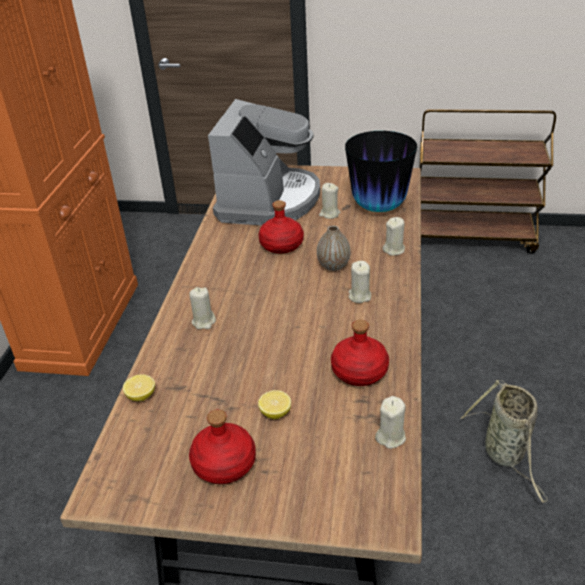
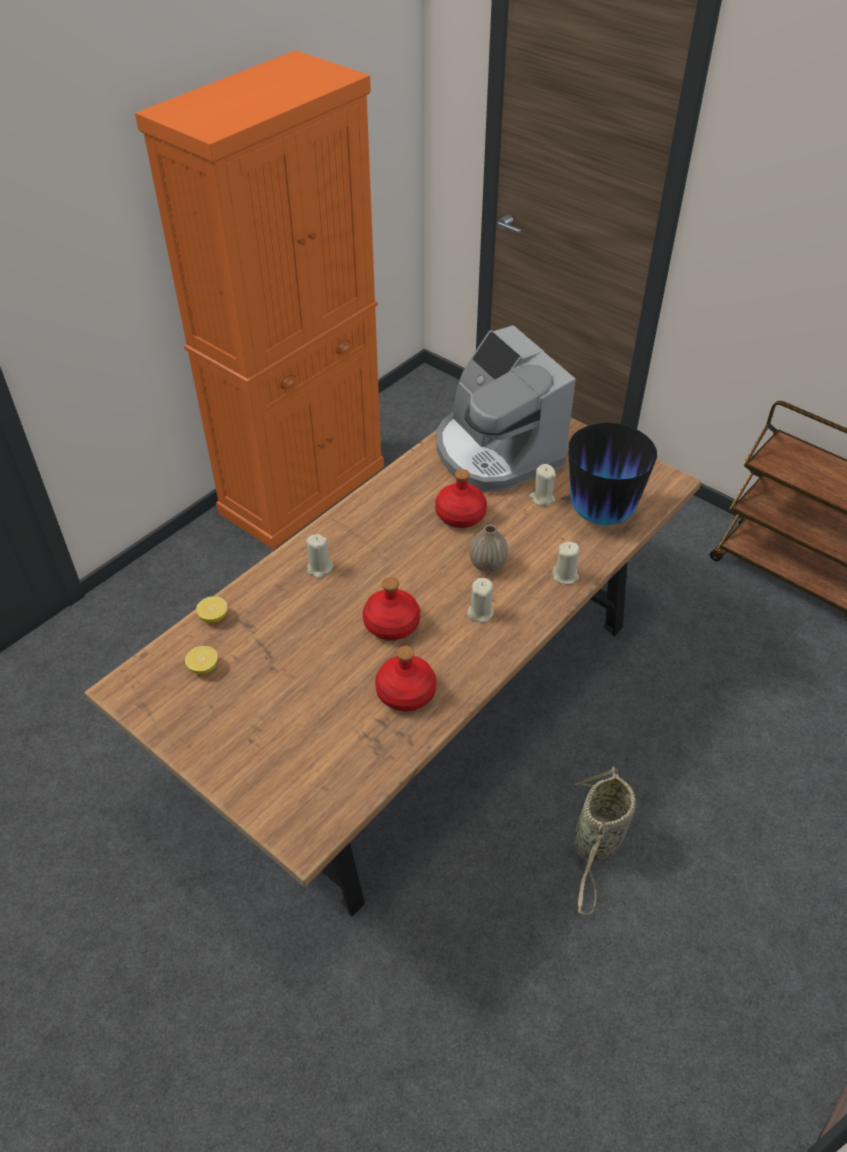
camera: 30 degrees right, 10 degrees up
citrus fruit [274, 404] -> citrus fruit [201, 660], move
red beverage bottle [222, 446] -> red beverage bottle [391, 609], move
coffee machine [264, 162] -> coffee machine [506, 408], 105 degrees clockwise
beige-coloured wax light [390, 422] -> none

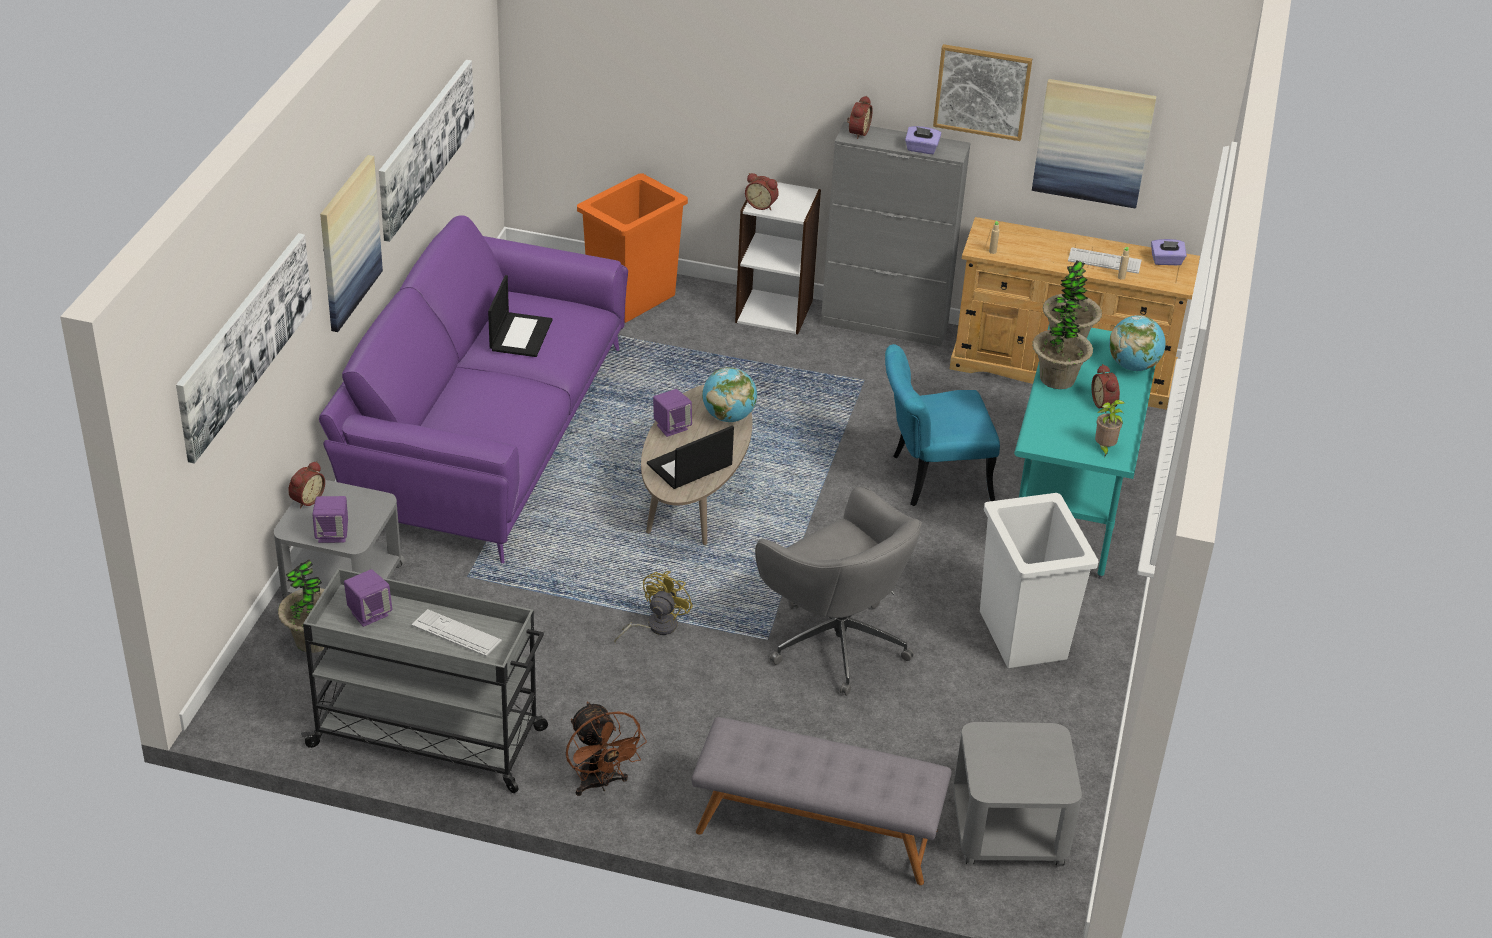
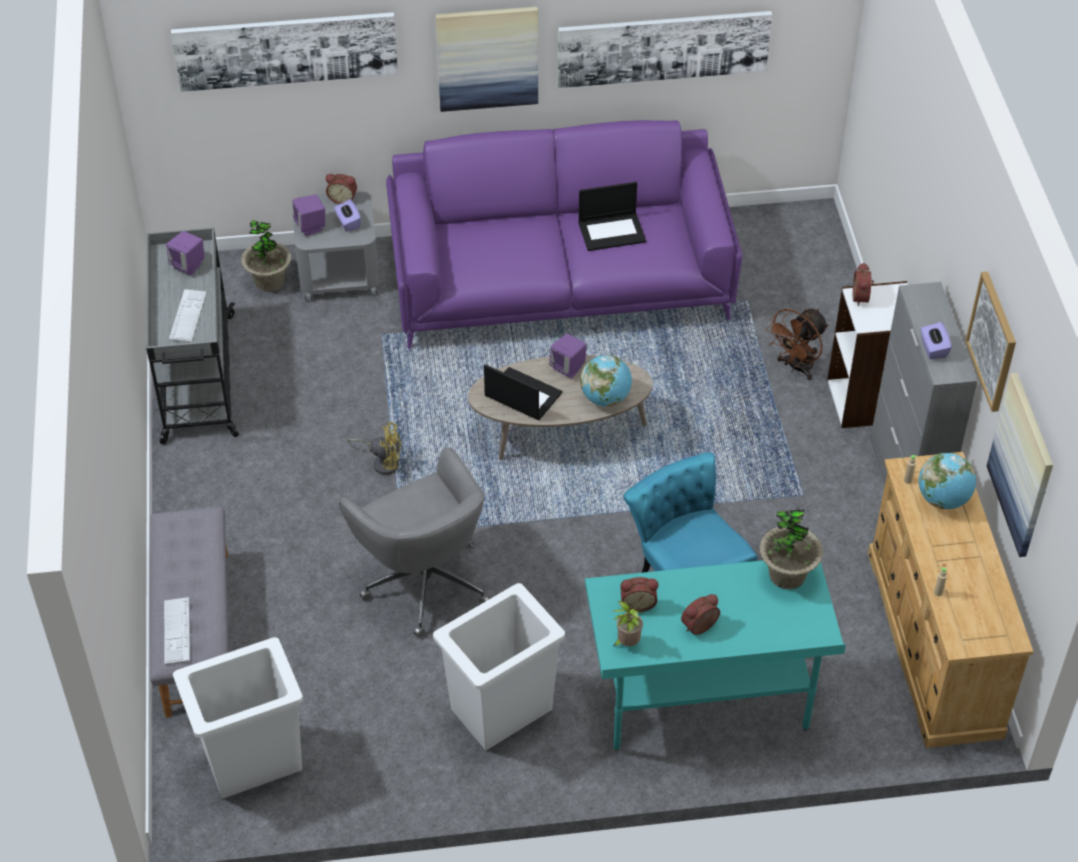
camera: 70 degrees right, 10 degrees up
computer keyboard [1105, 260] -> computer keyboard [177, 630], move
grey side table [1017, 793] -> whitish waste bin [238, 718]
purple-coloured box of tissues [1169, 252] -> purple-coloured box of tissues [347, 215], move
grey computer chair [838, 591] -> grey computer chair [414, 542], 60 degrees counterclockwise
table clock [860, 117] -> table clock [639, 594], move
brownish cooling fan [606, 749] -> brownish cooling fan [797, 344], move
world globe [1137, 343] -> world globe [947, 481], move
orange-coloured waste bin [632, 248] -> none
potted plant [1062, 343] -> none

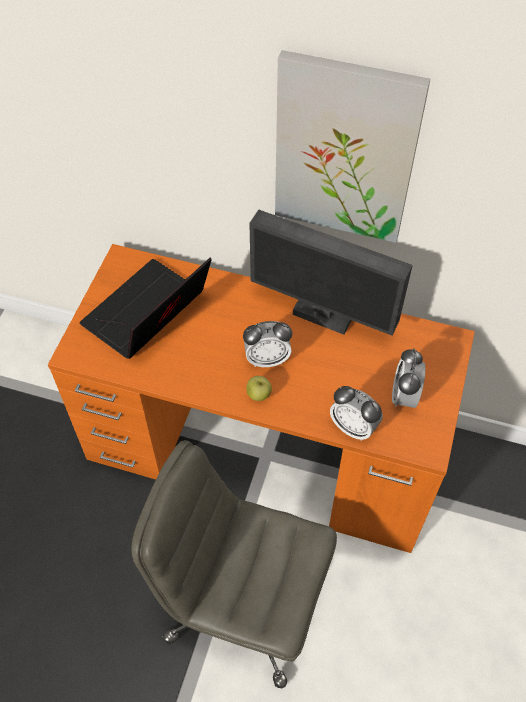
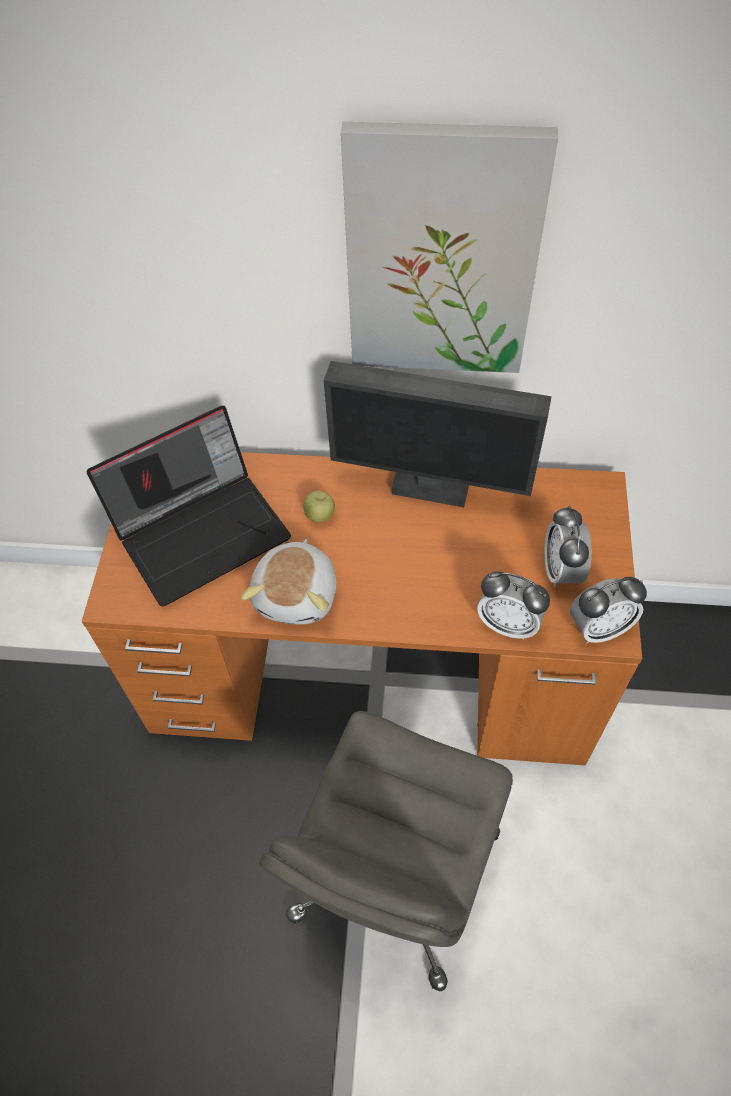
camera: 10 degrees left, 0 degrees up
portable computer [146, 308] -> portable computer [189, 506], 150 degrees counterclockwise
none -> soft toy [288, 582]
grey computer chair [234, 564] -> grey computer chair [386, 851], 75 degrees counterclockwise
apple fruit [259, 388] -> apple fruit [319, 506], move
table clock [267, 344] -> table clock [608, 610], move

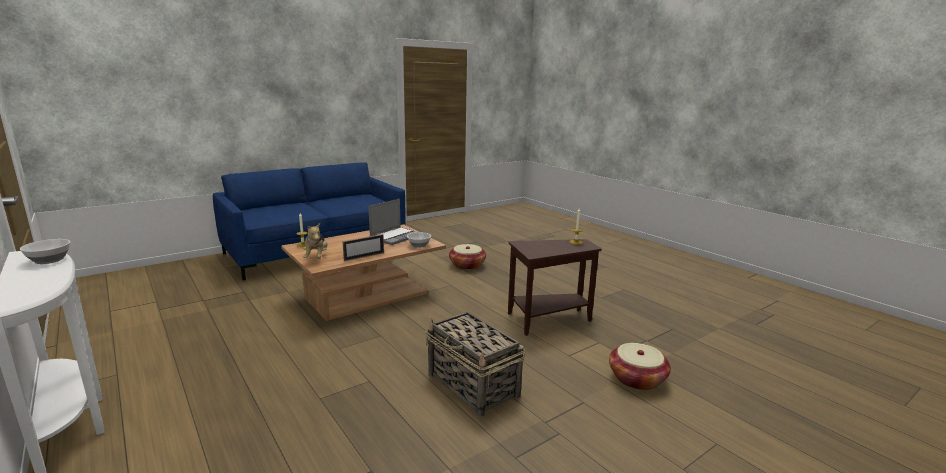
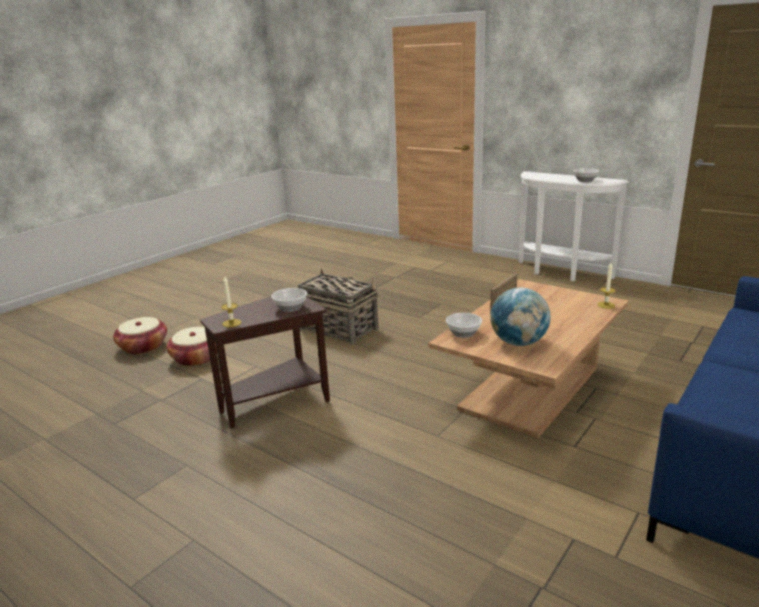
camera: 165 degrees right, 5 degrees up
storage basket [467, 257] -> storage basket [140, 336], move
none -> serving bowl [289, 300]
portable computer [392, 222] -> world globe [520, 317]
soft toy [315, 241] -> none

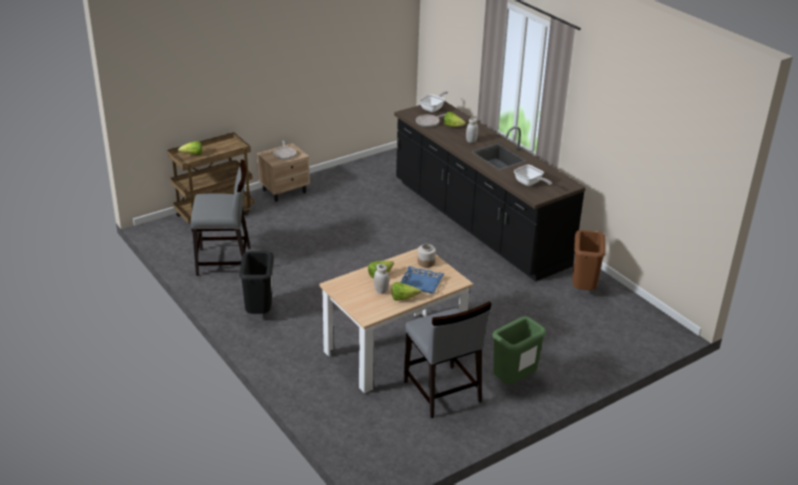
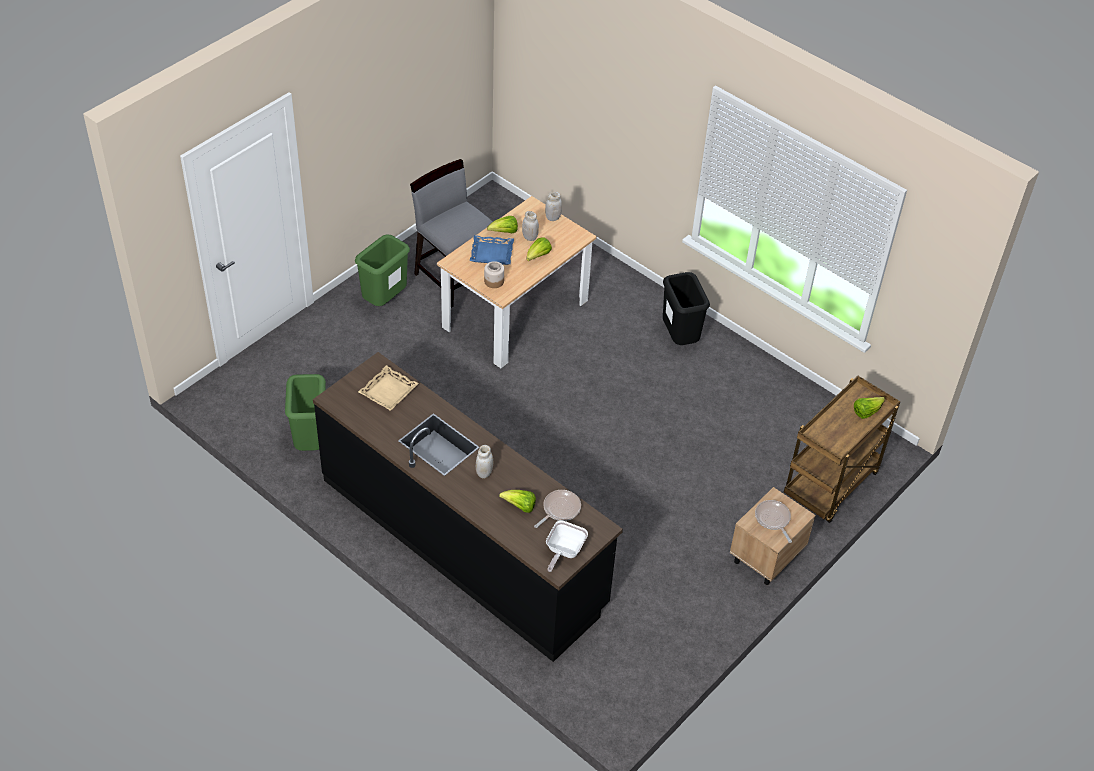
camera: 165 degrees right, 15 degrees up
brownish waste bin [589, 260] -> green-coloured waste bin [305, 412]
skillet [533, 175] -> beige-coloured carrying tray [388, 388]
none -> whitish preserve jar [553, 206]
grey upright chair [221, 218] -> none

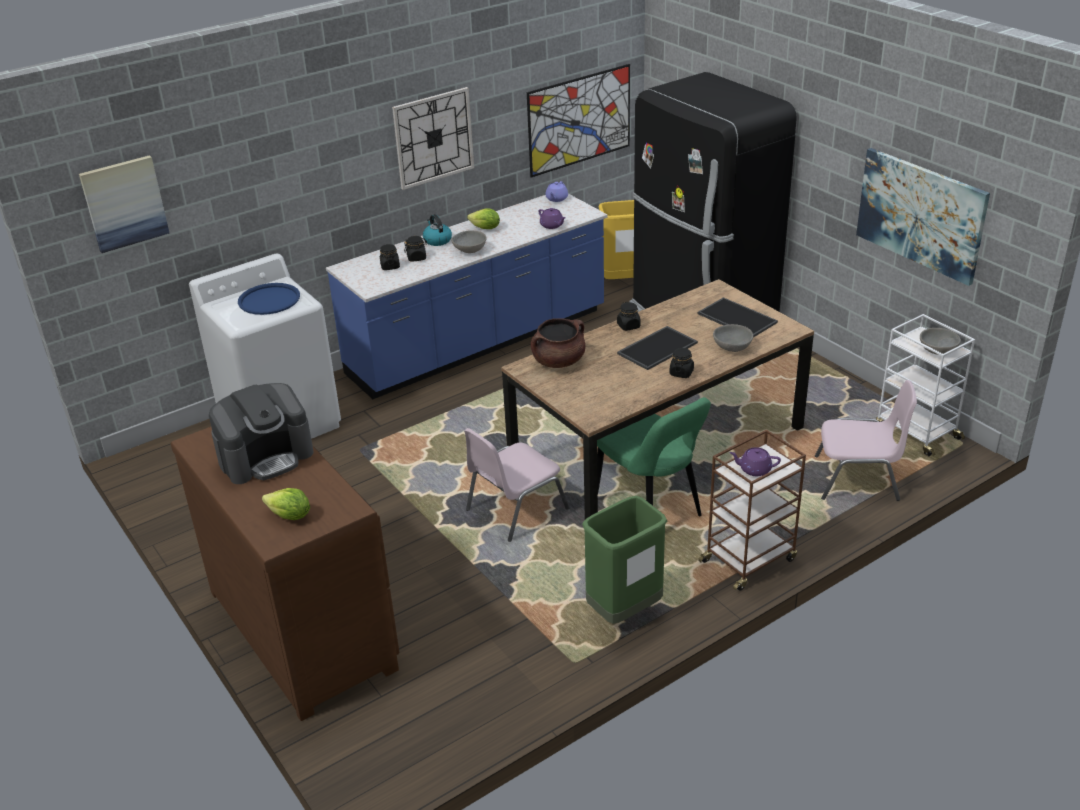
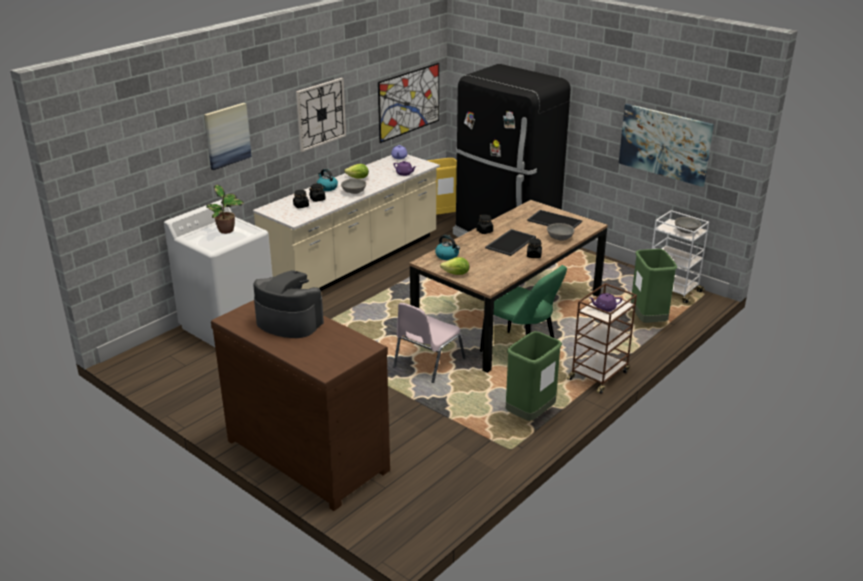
camera: 15 degrees left, 5 degrees down
wall art [124, 204] -> wall art [228, 136], move
blue carrying tray [269, 299] -> potted plant [225, 209]
blue counter [466, 296] -> beige-coloured counter [346, 222]
coffee machine [261, 433] -> coffee machine [288, 304], 105 degrees counterclockwise
brownish cooking pot [558, 343] -> water kettle [447, 247]
lettuce [286, 504] -> lettuce [454, 266], move
pinkish upright chair [866, 440] -> green-coloured waste bin [654, 286]

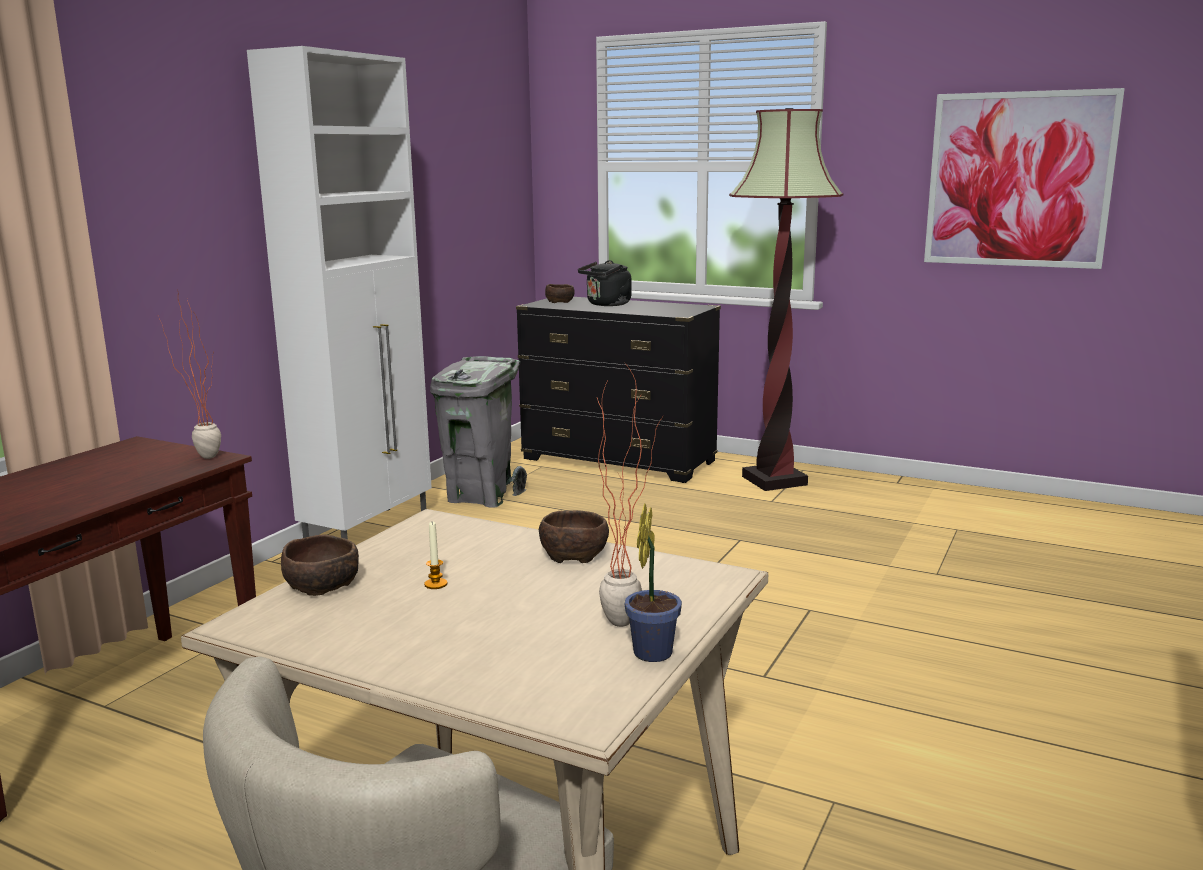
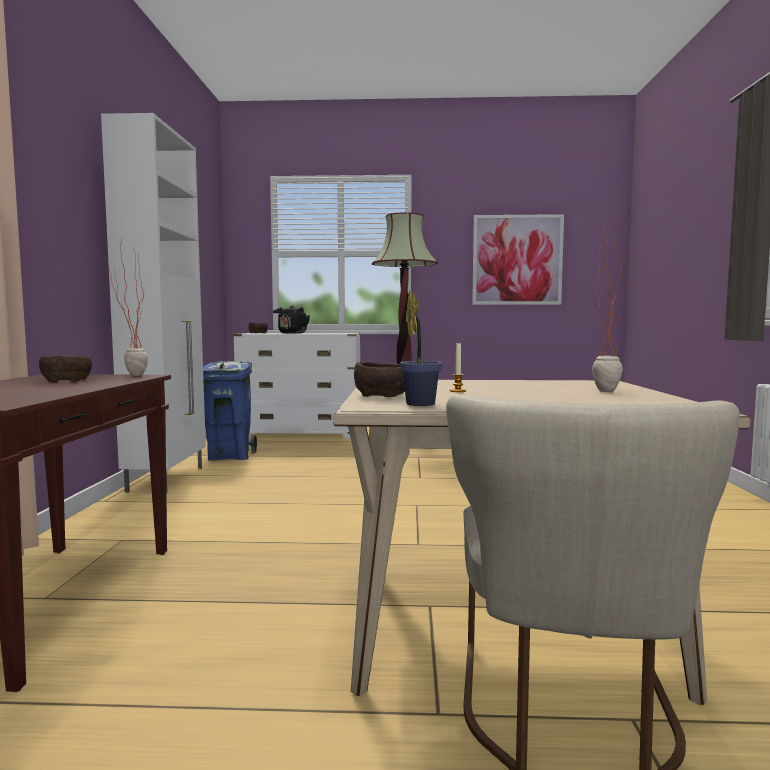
camera: 25 degrees left, 10 degrees down
brownish serving bowl [574, 536] -> brownish serving bowl [65, 369], move
grey waste bin [478, 432] -> blue waste bin [230, 411]
black-coloured dresser [618, 390] -> whitish dresser [297, 386]
potted plant [653, 582] -> potted plant [421, 348], move

